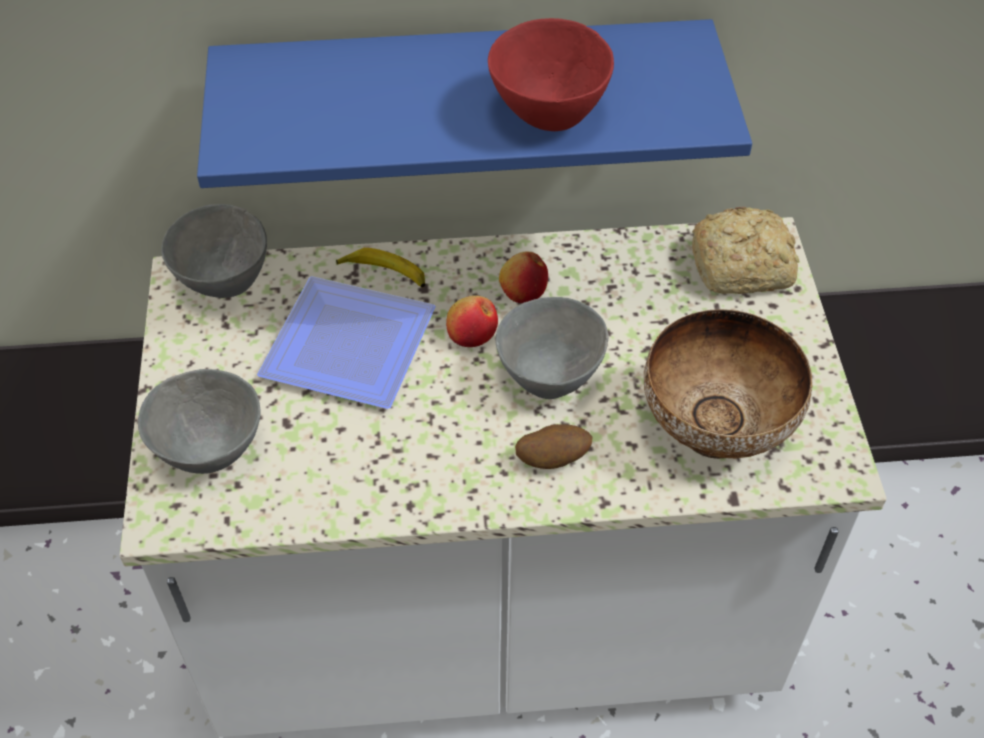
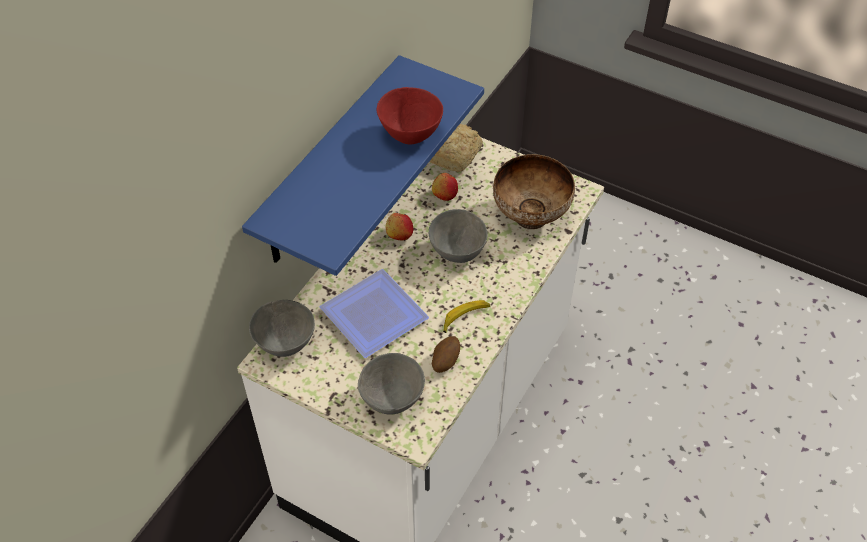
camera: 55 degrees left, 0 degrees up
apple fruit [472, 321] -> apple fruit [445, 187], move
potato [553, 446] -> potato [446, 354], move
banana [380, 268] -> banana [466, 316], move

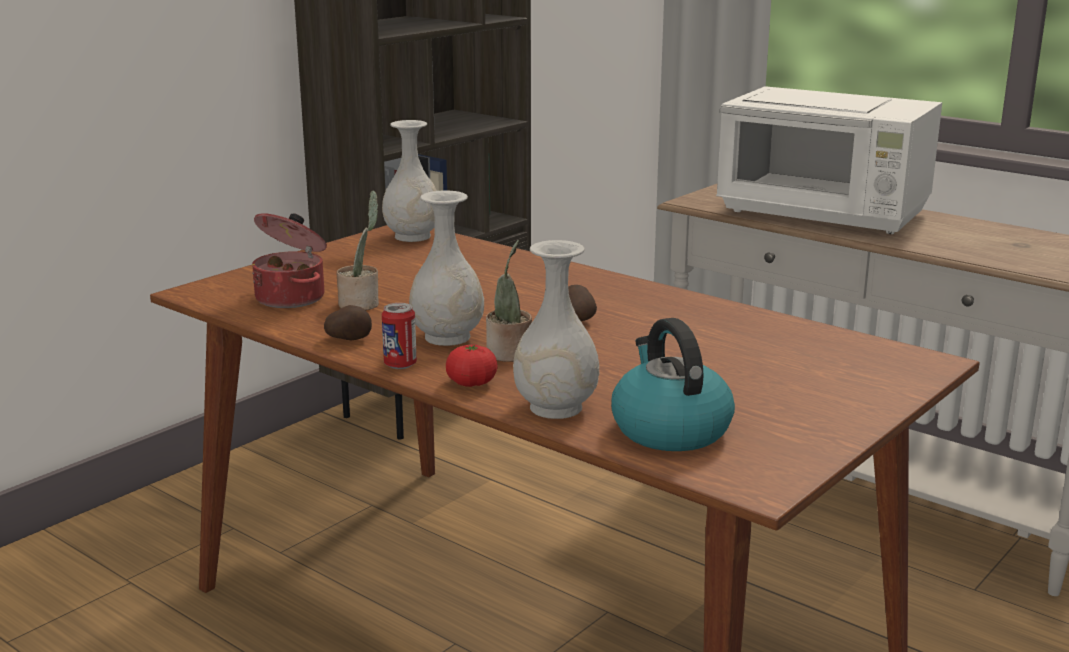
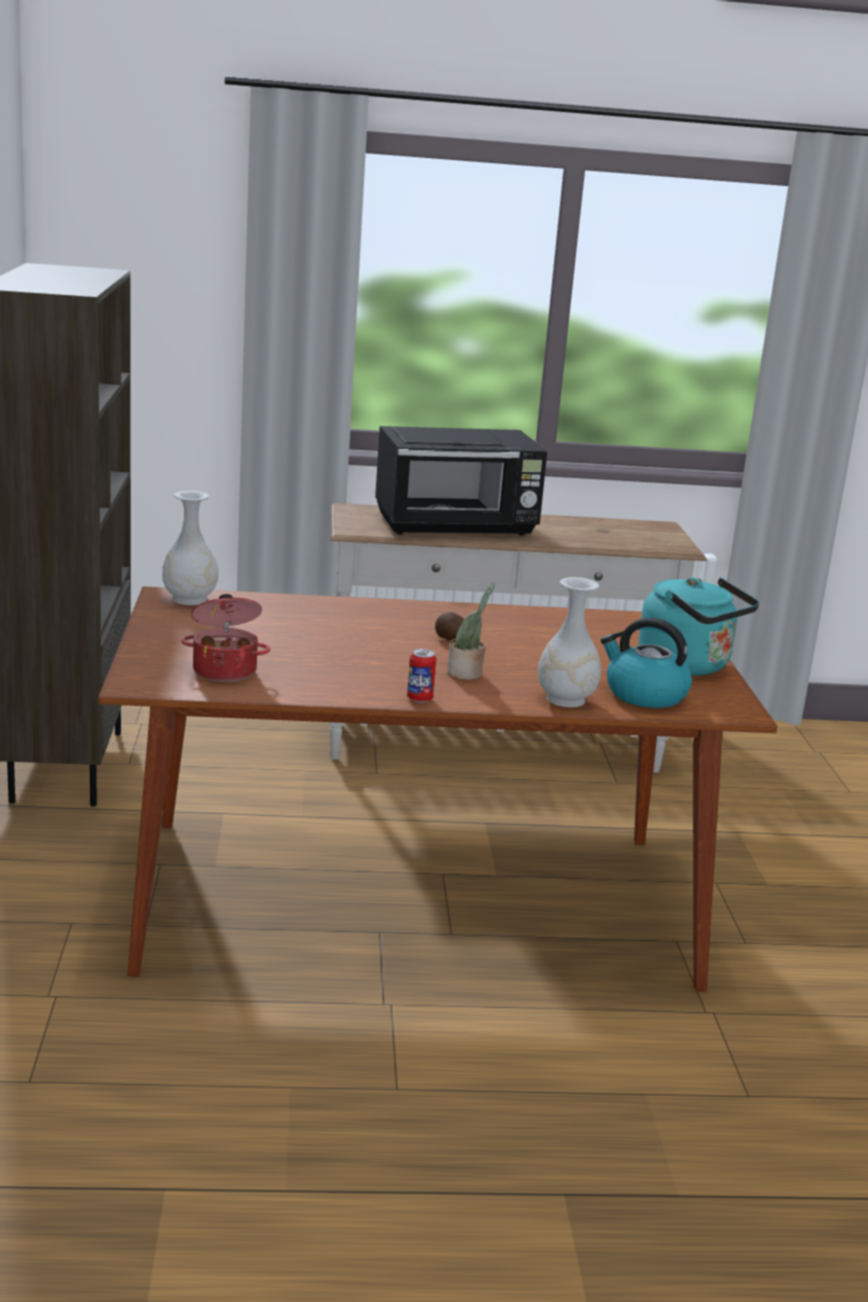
camera: 45 degrees left, 0 degrees up
whitish kitchen microwave [829, 160] -> black-coloured kitchen microwave [461, 481]
none -> turquoise-coloured water kettle [699, 626]
potato [348, 322] -> none
potted plant [357, 250] -> none
whitish decorative vase [446, 268] -> none
whole tomato [471, 366] -> none

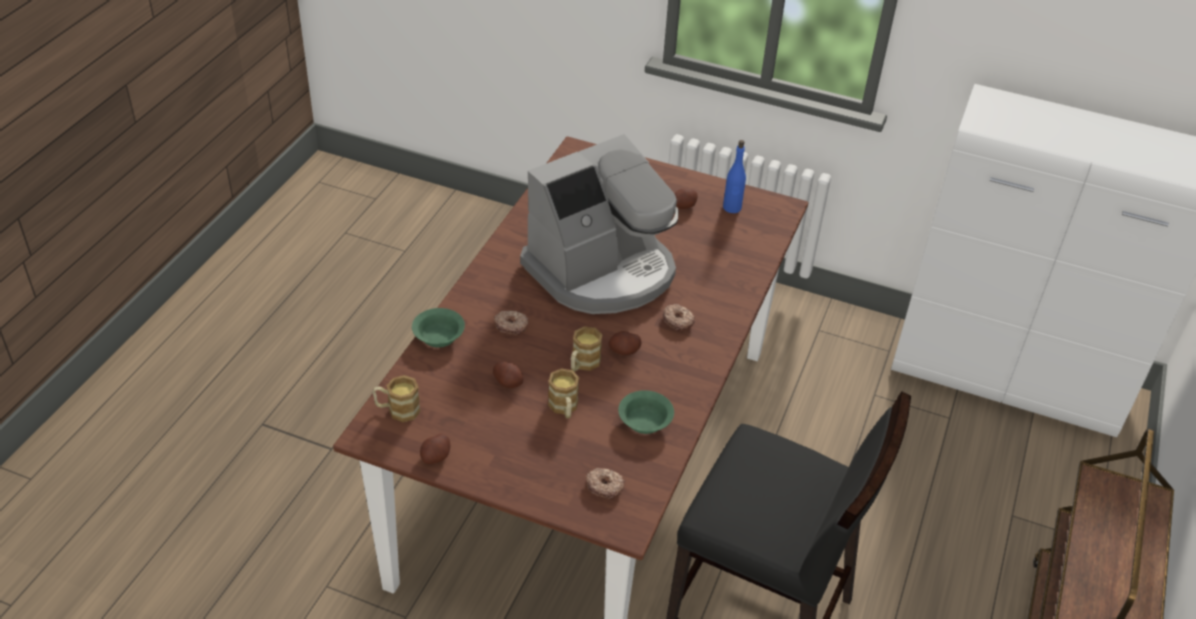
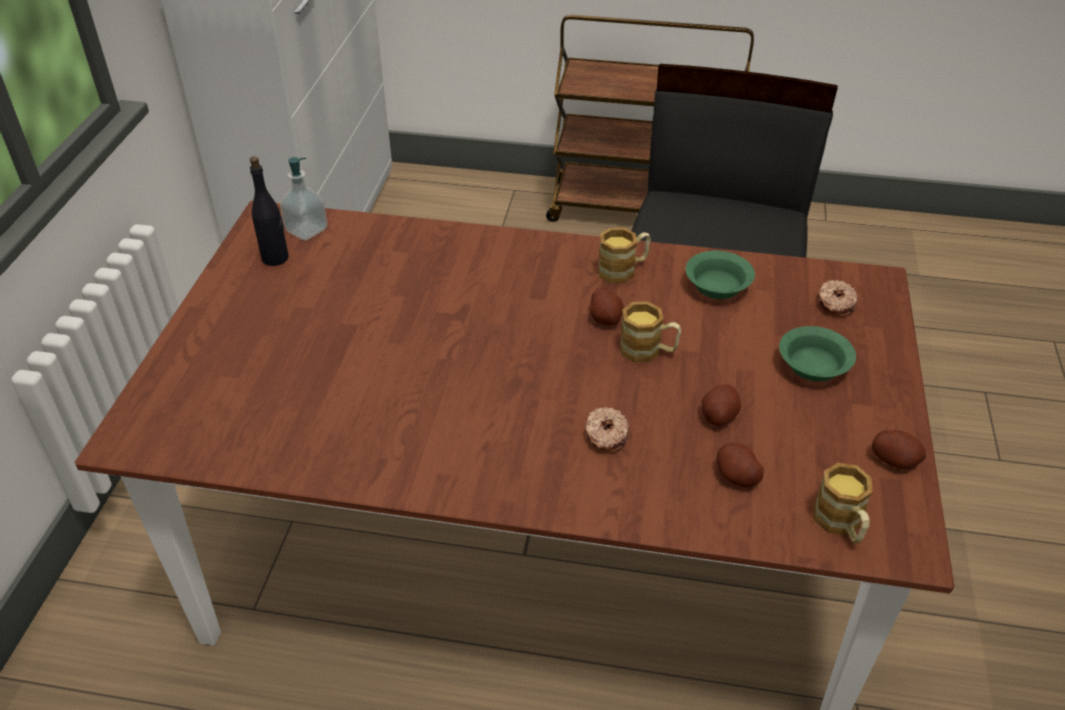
camera: 100 degrees left, 0 degrees up
blue beverage bottle [734, 176] -> black-coloured beverage bottle [269, 211]
none -> soap dispenser [303, 199]
mug [563, 393] -> mug [624, 255], move
potato [686, 198] -> potato [740, 465], move
green-coloured serving bowl [438, 328] -> green-coloured serving bowl [817, 354], move
coffee machine [599, 224] -> none
ring doughnut [679, 317] -> none

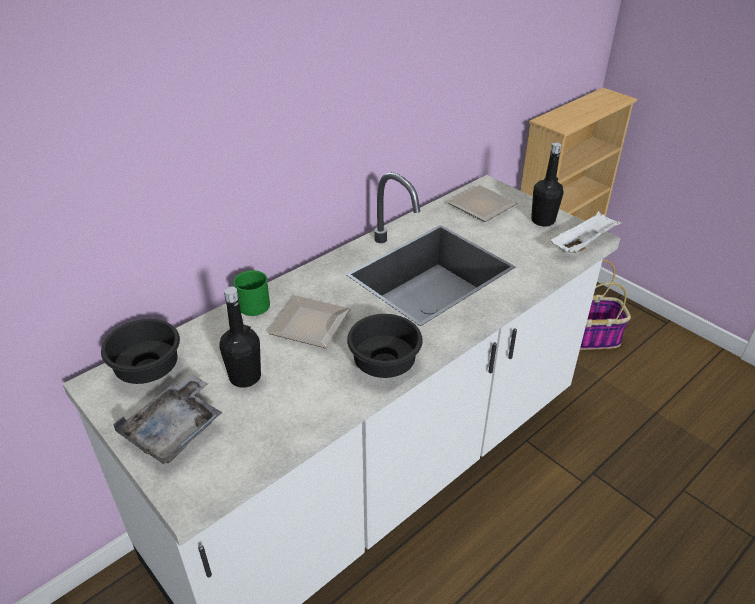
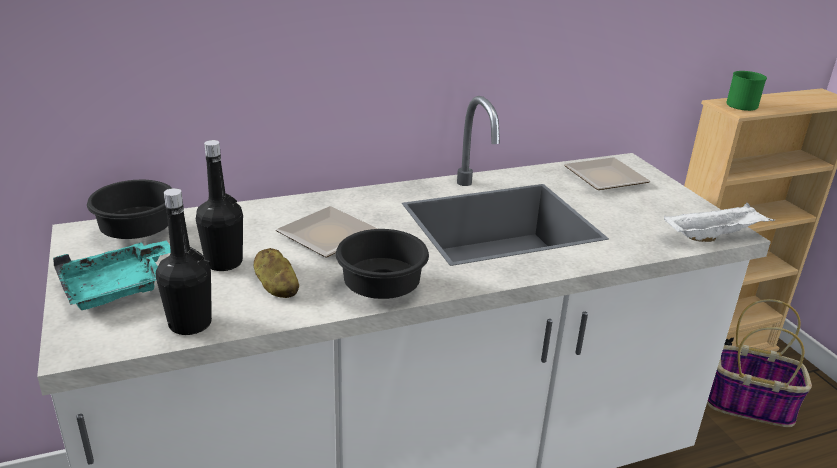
camera: 20 degrees right, 10 degrees down
grey carrying tray [167, 419] -> turquoise-coloured carrying tray [112, 275]
black-coloured beverage bottle [547, 184] -> black-coloured beverage bottle [184, 261], move
none -> potato [276, 273]
green-coloured mug [251, 293] -> green-coloured mug [746, 91], move

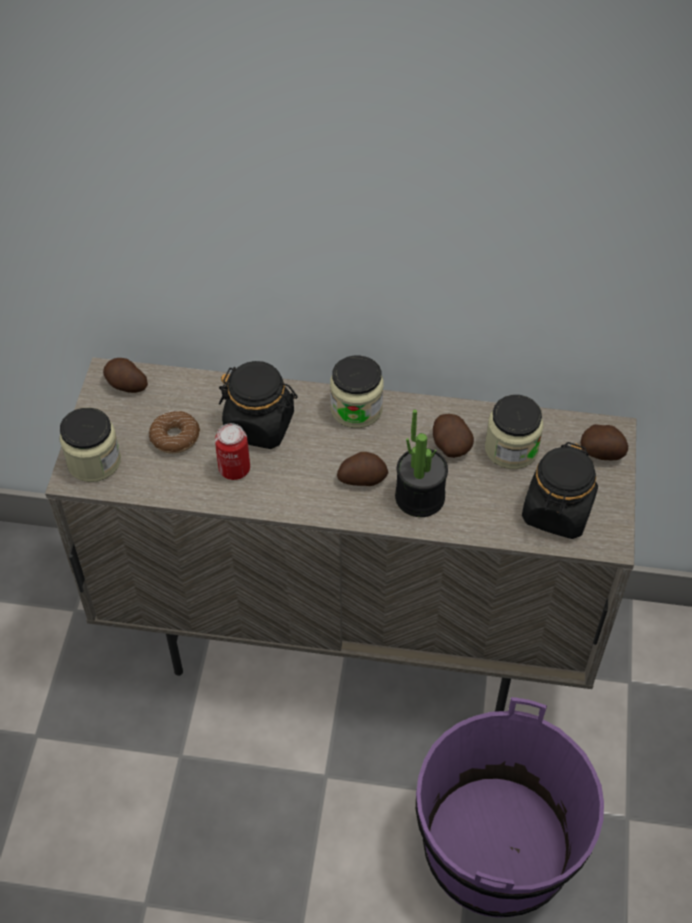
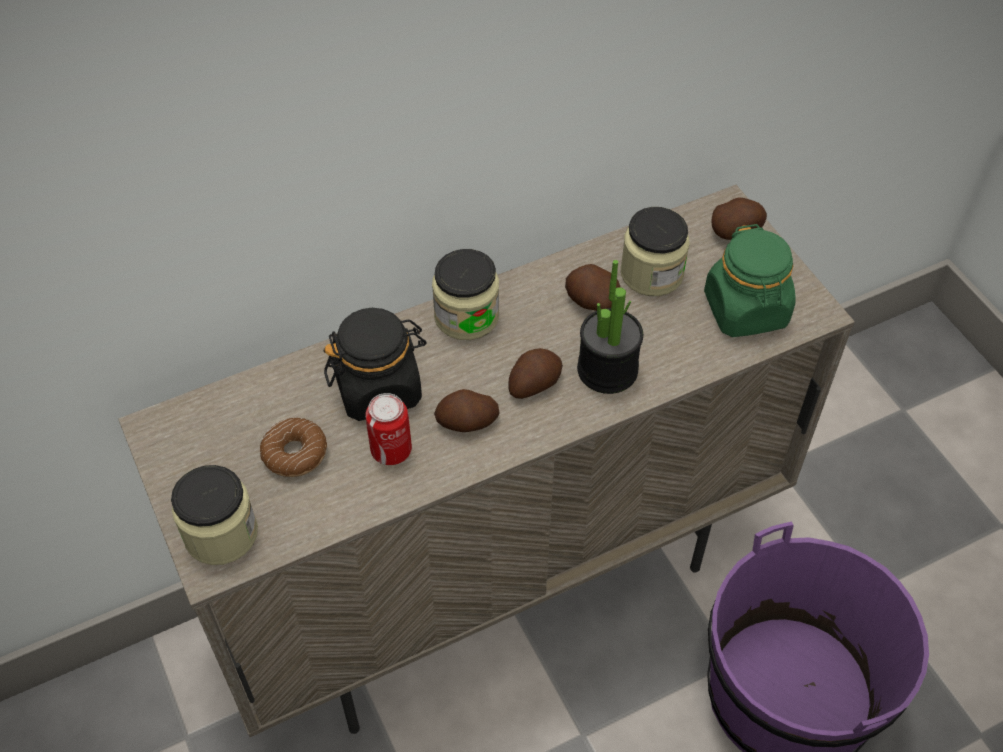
camera: 35 degrees left, 0 degrees up
potato [125, 375] -> potato [466, 410], move
black-coloured preserve jar [560, 490] -> green-coloured preserve jar [750, 280]

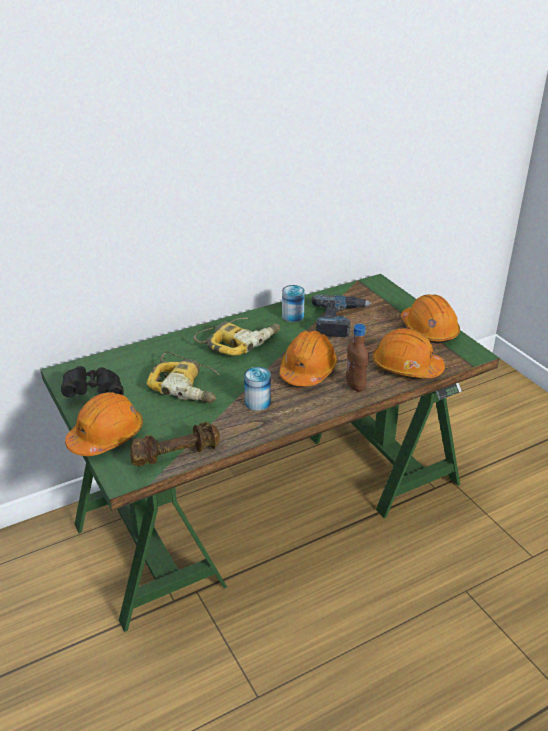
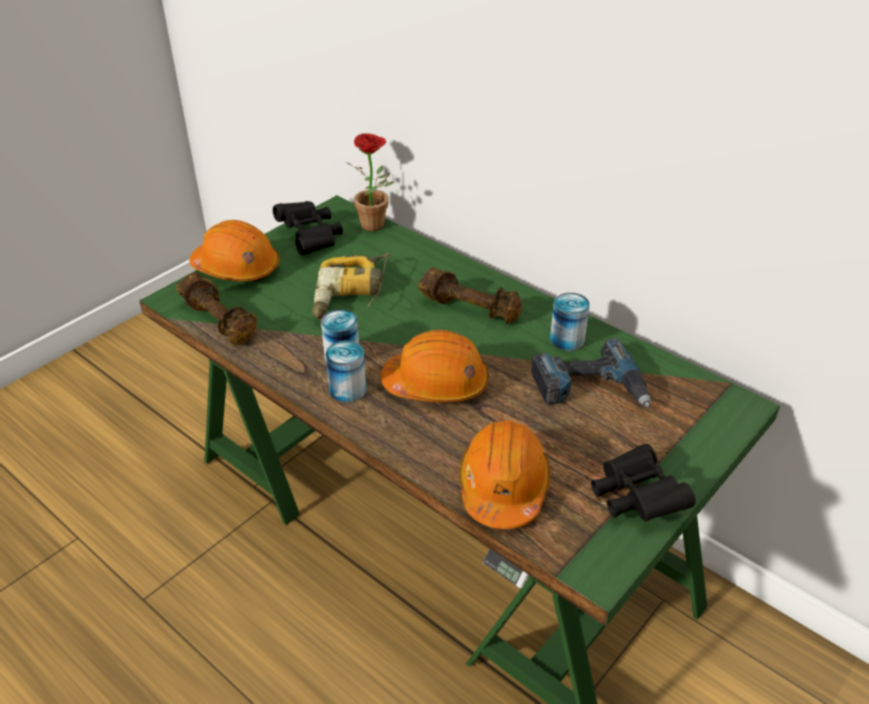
camera: 70 degrees right, 5 degrees up
none -> metal can [346, 372]
none -> potted plant [370, 182]
drill [236, 337] -> brownish free weight [470, 295]
orange-coloured work helmet [430, 318] -> black-coloured field glasses [643, 483]
brownish beverage bottle [357, 358] -> none

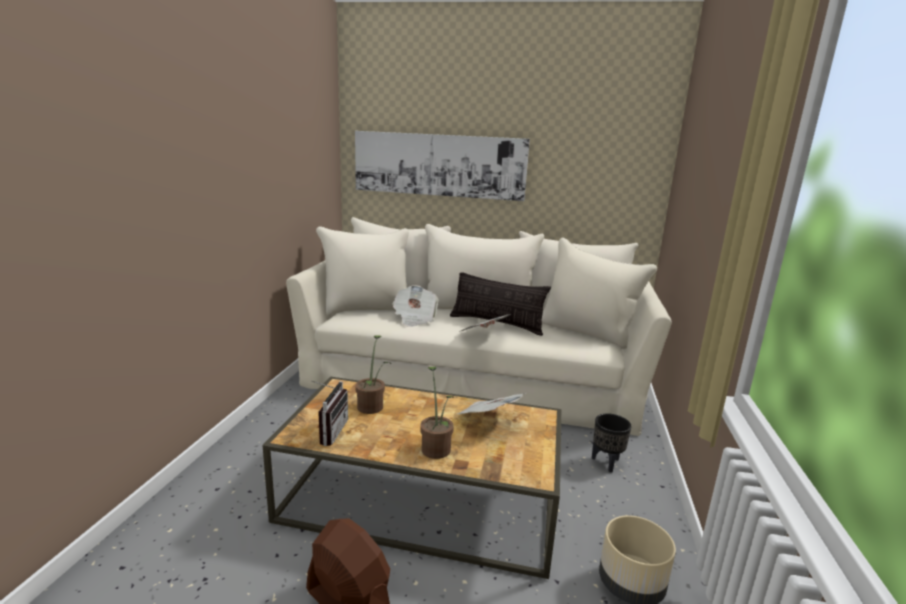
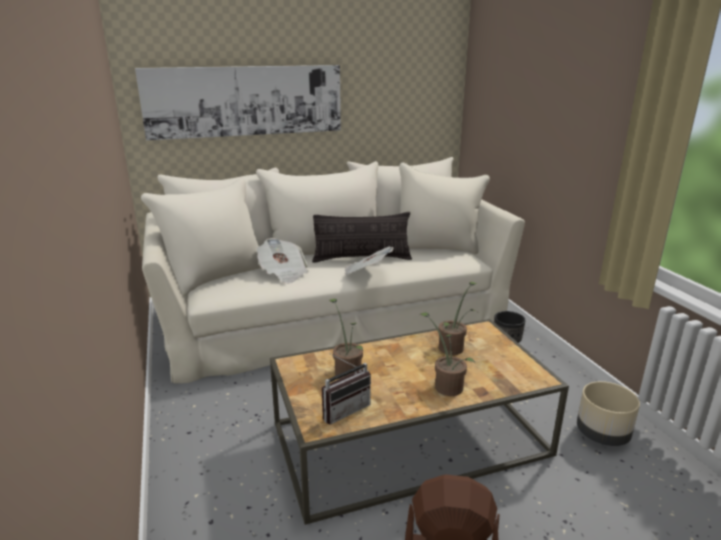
camera: 30 degrees left, 5 degrees up
radio set [329, 413] -> radio set [346, 389], 75 degrees clockwise
newspaper [491, 403] -> potted plant [457, 318]

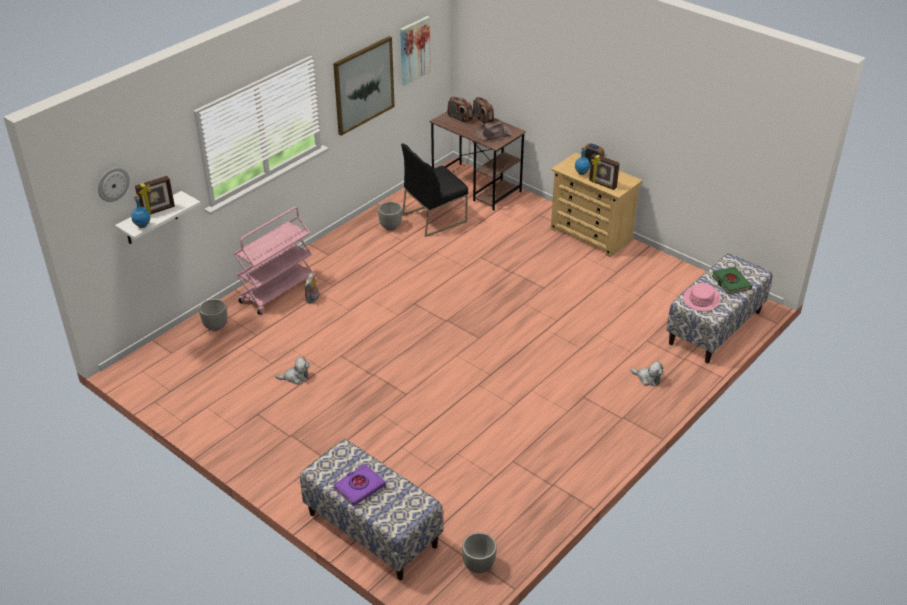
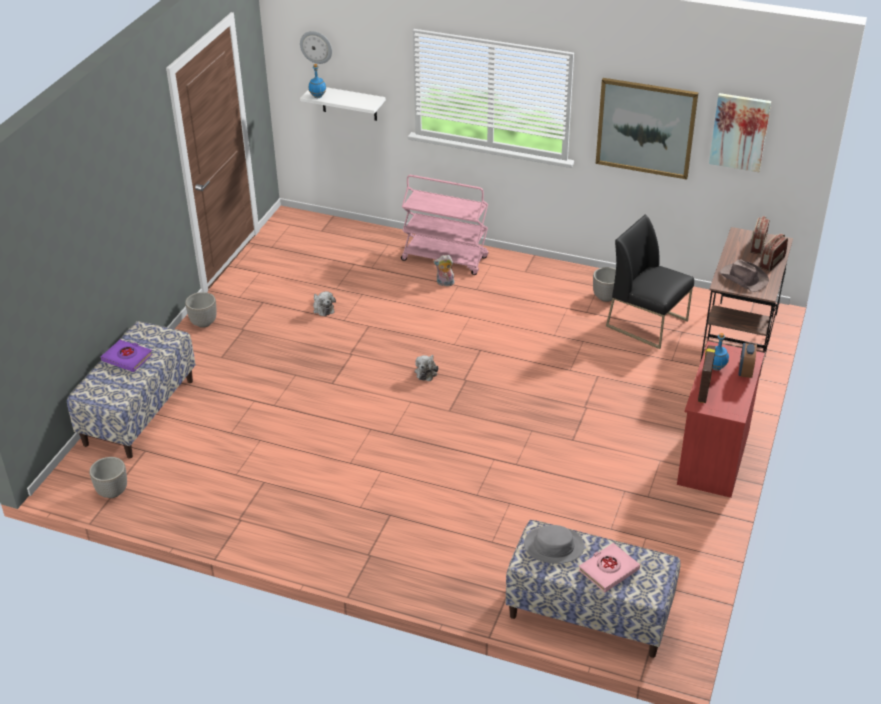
camera: 70 degrees right, 0 degrees up
planter [213, 315] -> planter [201, 310], move
soft toy [647, 374] -> soft toy [426, 368], move
pinkish clothing hat [702, 297] -> grey clothing hat [554, 544]
green-coloured bound book [732, 280] -> pinkish bound book [609, 567]
beige-coloured dresser [596, 204] -> red dresser [721, 419]
picture frame [155, 195] -> none

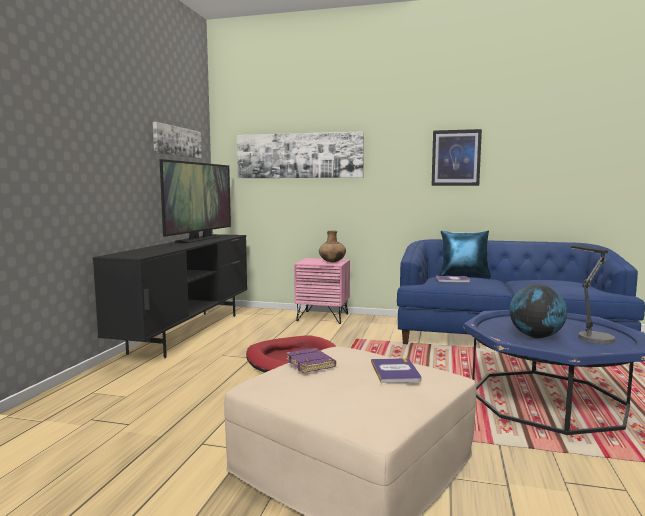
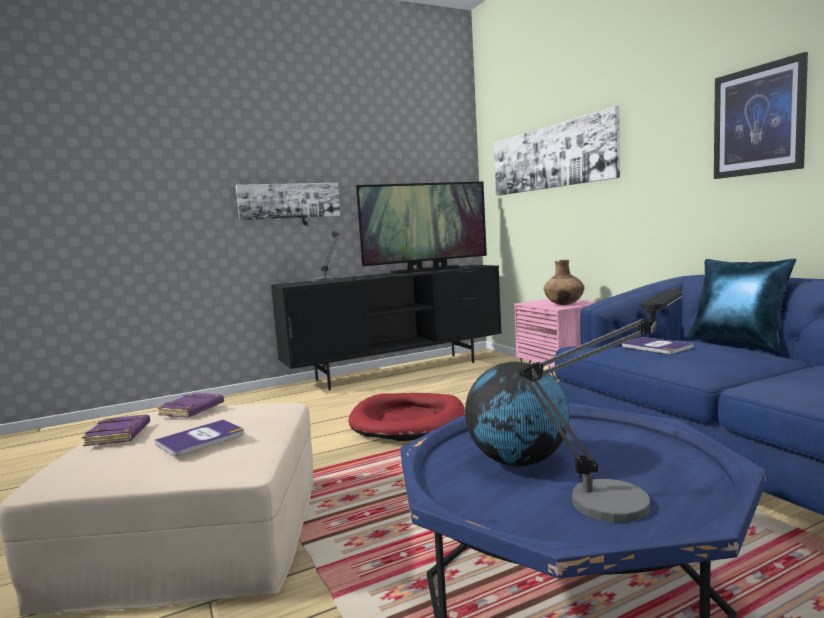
camera: 50 degrees right, 0 degrees up
none -> purple-coloured bound book [116, 430]
wall art [177, 140] -> wall art [288, 202], move
none -> tabletop lamp [305, 248]

